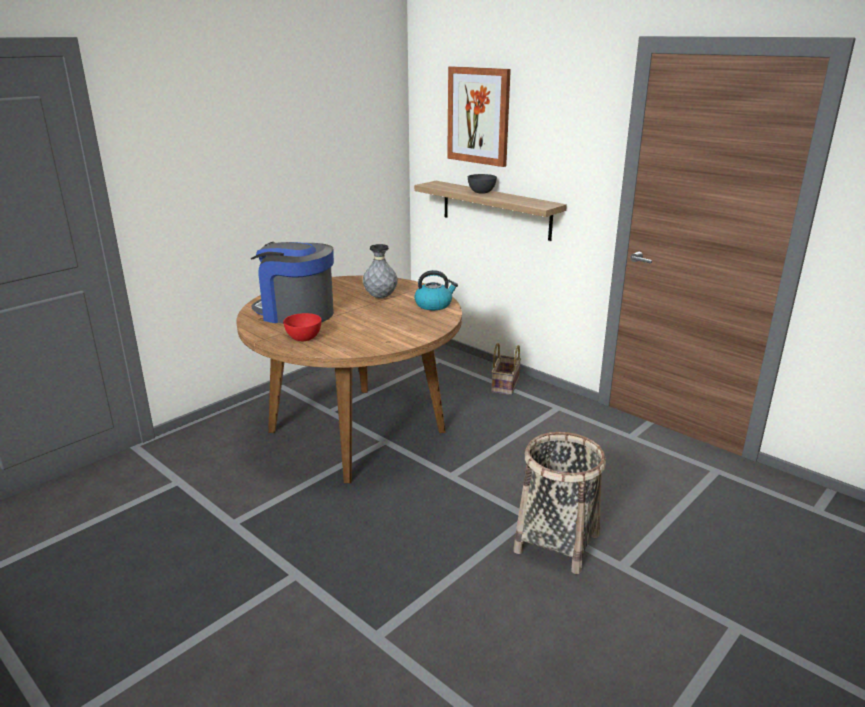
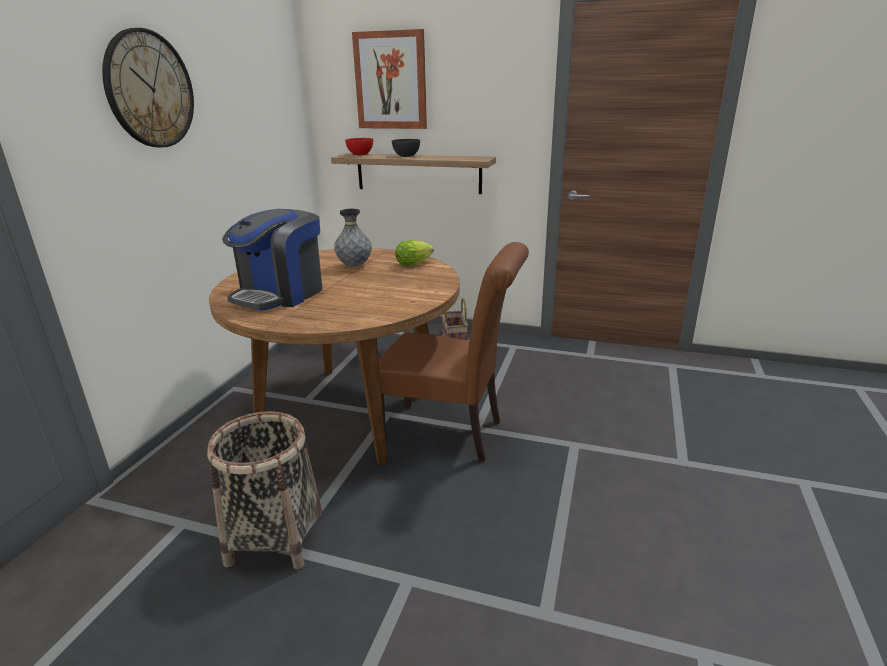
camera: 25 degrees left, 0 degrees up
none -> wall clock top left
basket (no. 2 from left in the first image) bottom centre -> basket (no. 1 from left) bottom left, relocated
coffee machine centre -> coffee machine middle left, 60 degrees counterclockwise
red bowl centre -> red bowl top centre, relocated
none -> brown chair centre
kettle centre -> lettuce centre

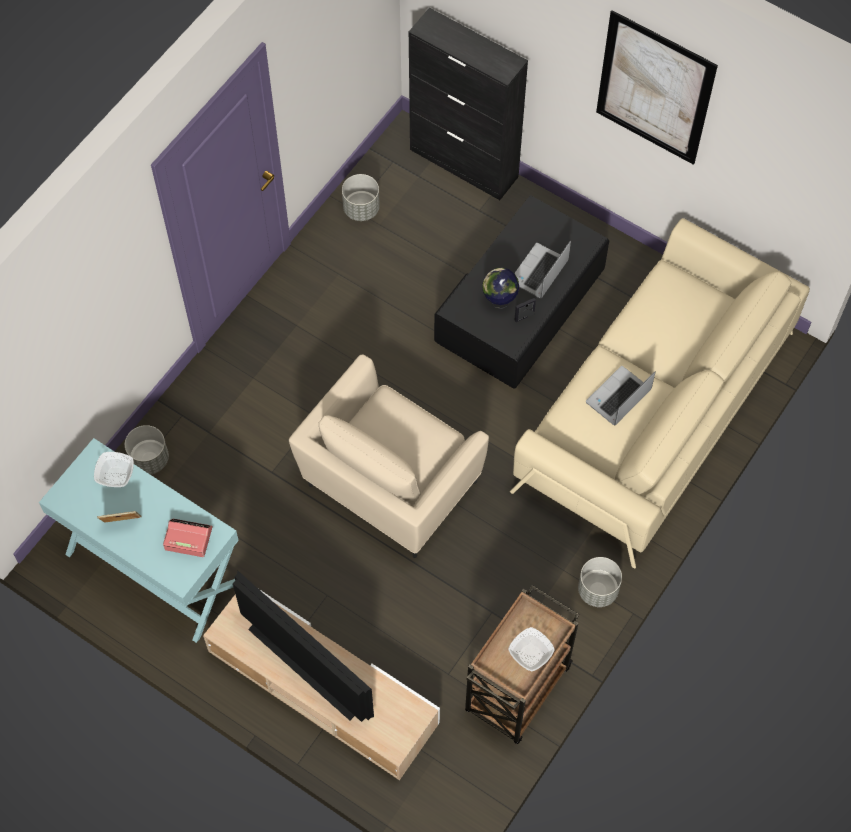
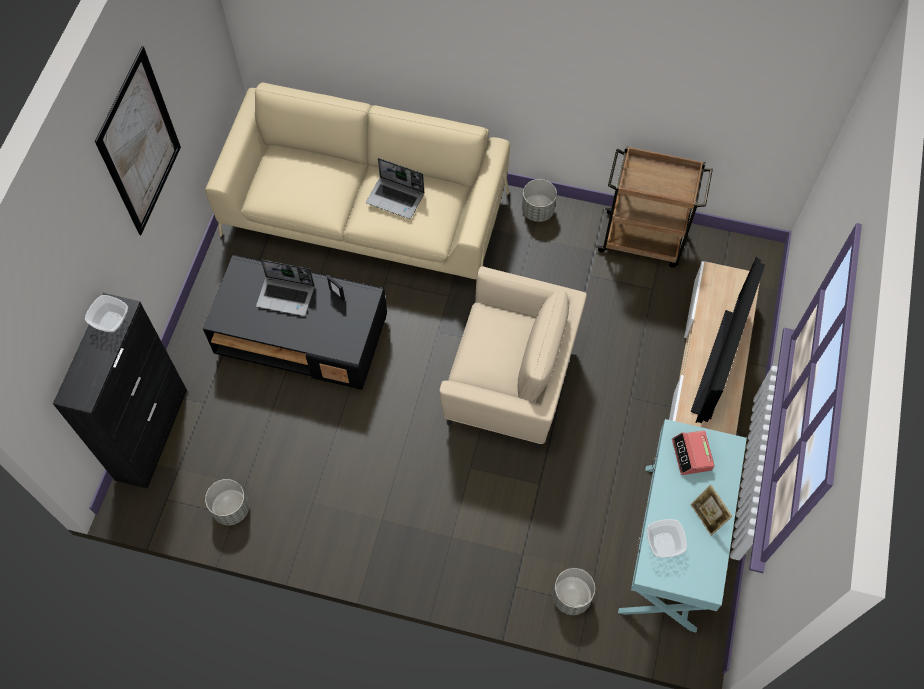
camera: 110 degrees left, 0 degrees up
bowl (no. 2 from left in the first image) bottom centre -> bowl (no. 1 from left) middle left, relocated
globe centre -> none

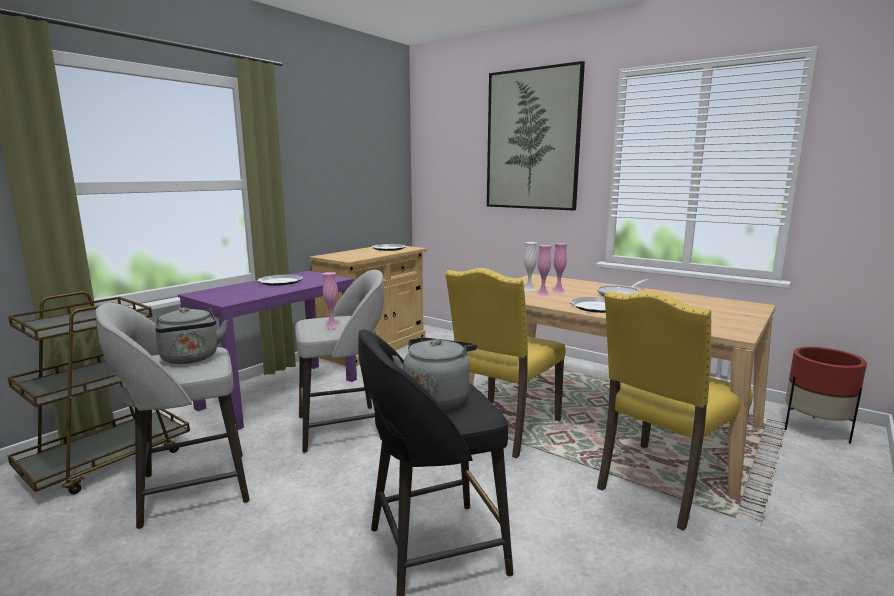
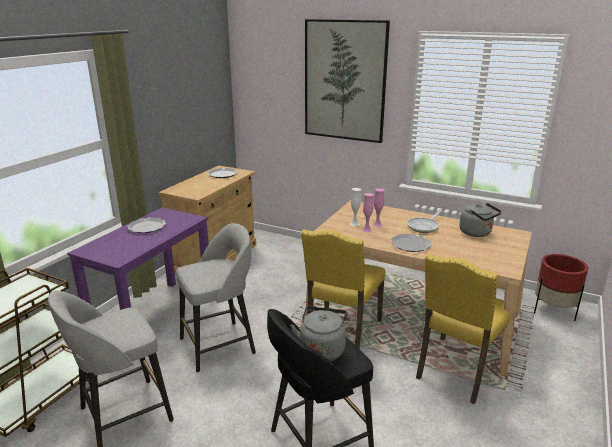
camera: 10 degrees left, 10 degrees up
grey kettle (no. 1 from left in the first image) middle left -> grey kettle (no. 2 from left) middle right, relocated
pink vase (no. 1 from left) centre -> none

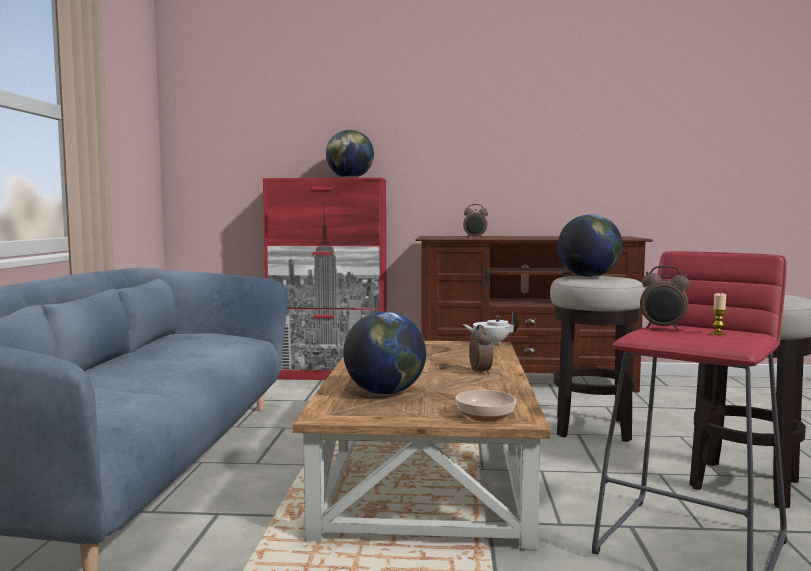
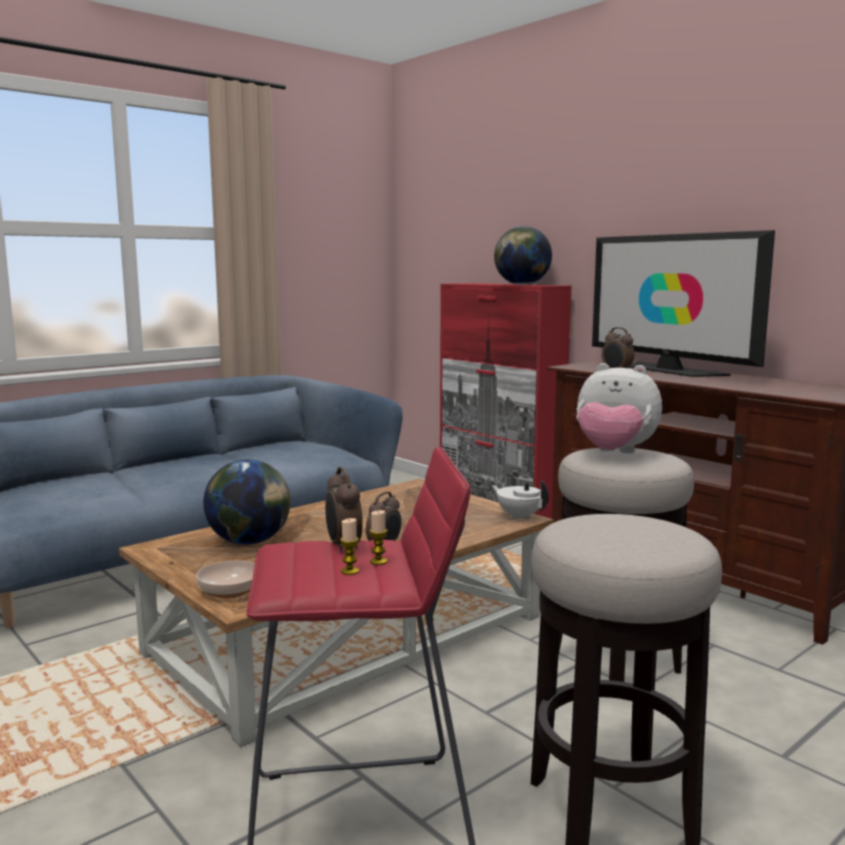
camera: 45 degrees right, 5 degrees up
none -> candle (no. 2 from left) centre
globe (no. 3 from left) middle right -> plush toy middle right
none -> television middle right

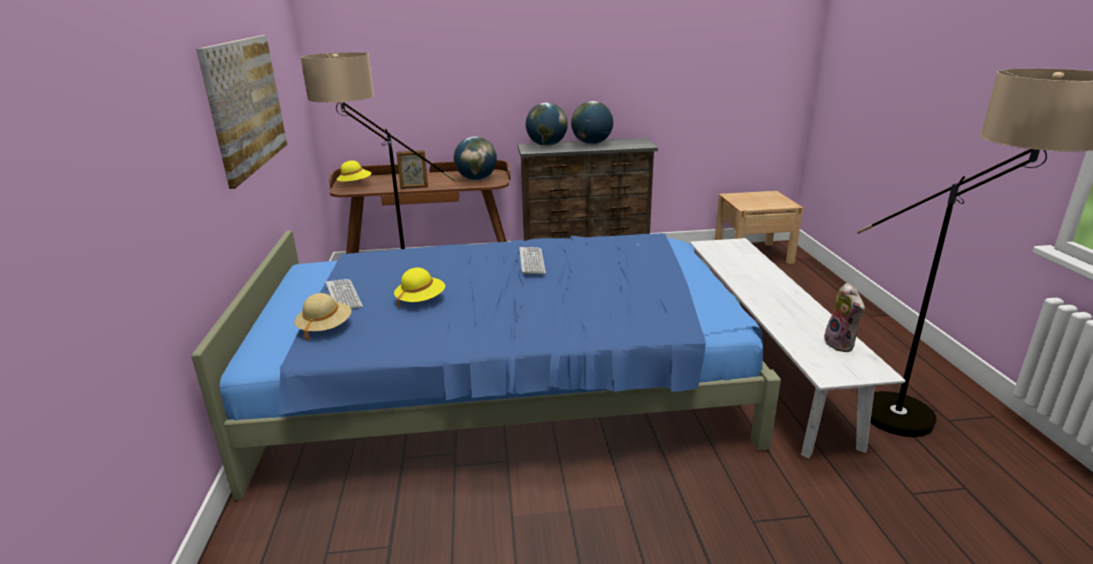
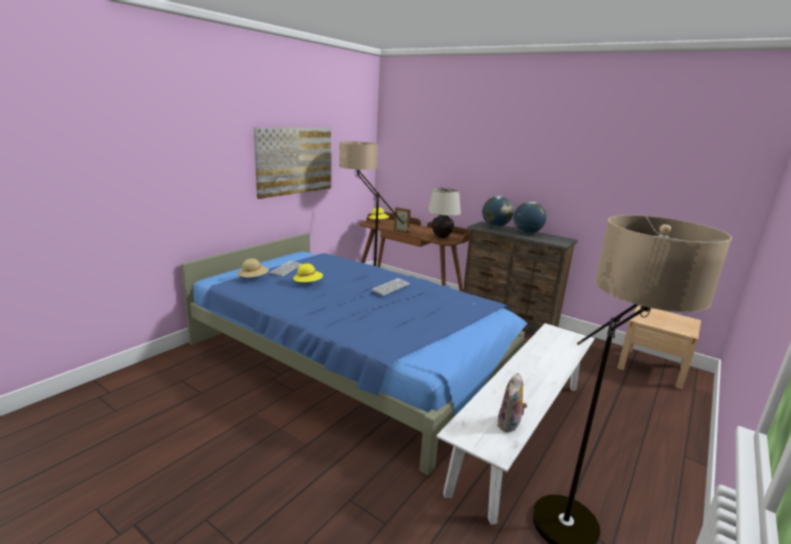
camera: 40 degrees right, 5 degrees down
globe (no. 1 from left) top centre -> beige table lamp centre

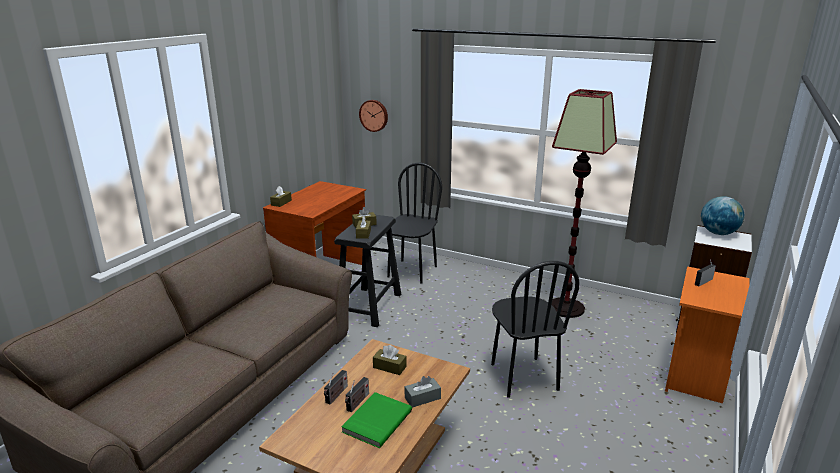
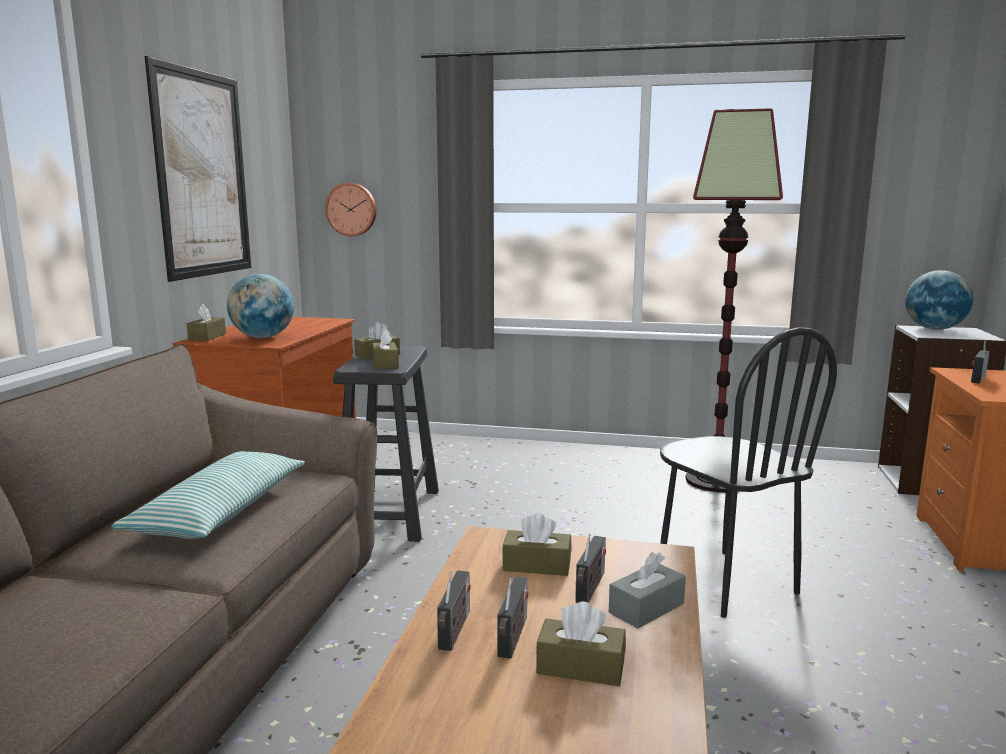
camera: 15 degrees left, 10 degrees down
none -> pillow middle left
none -> picture top left
none -> globe (no. 1 from left) middle left
green book bottom centre -> brown tissue box (no. 5 from left) bottom centre
none -> radio (no. 3 from left) bottom centre
black chair (no. 1 from left) centre -> none

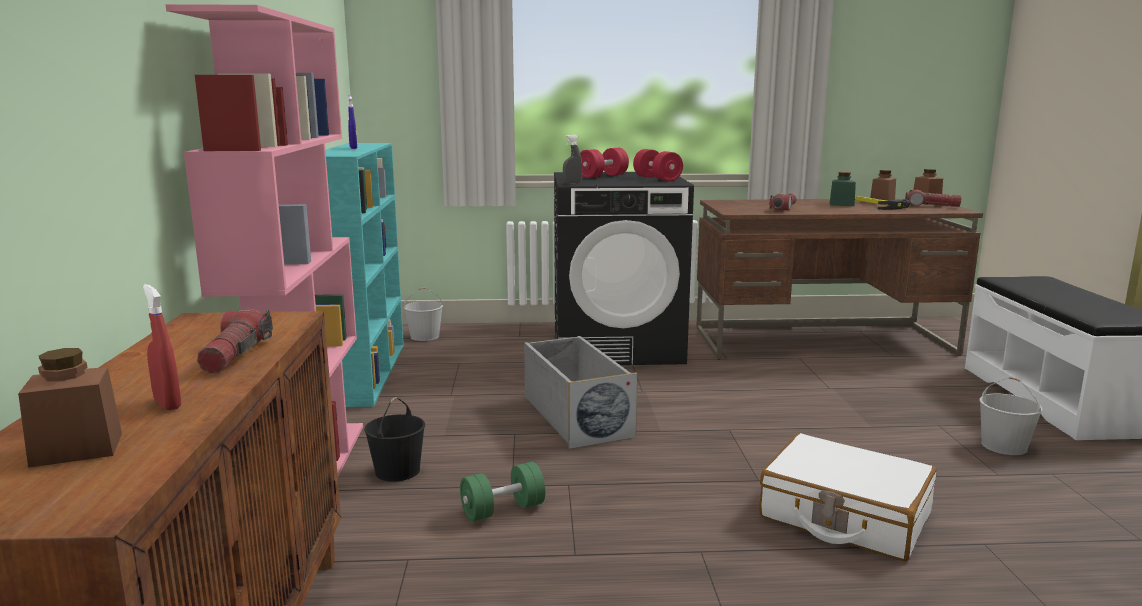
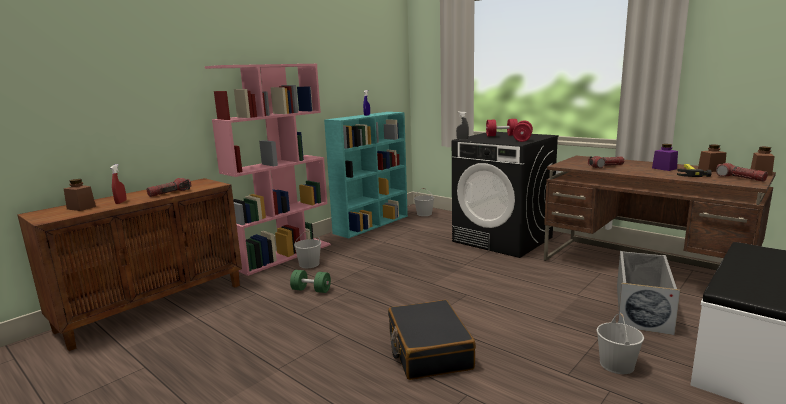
camera: 45 degrees right, 0 degrees up
black bucket bottom centre -> white bucket (no. 1 from left) centre
white suitcase bottom right -> black suitcase bottom centre
grey storage box centre -> grey storage box bottom right, relocated
green jar top right -> purple jar middle right

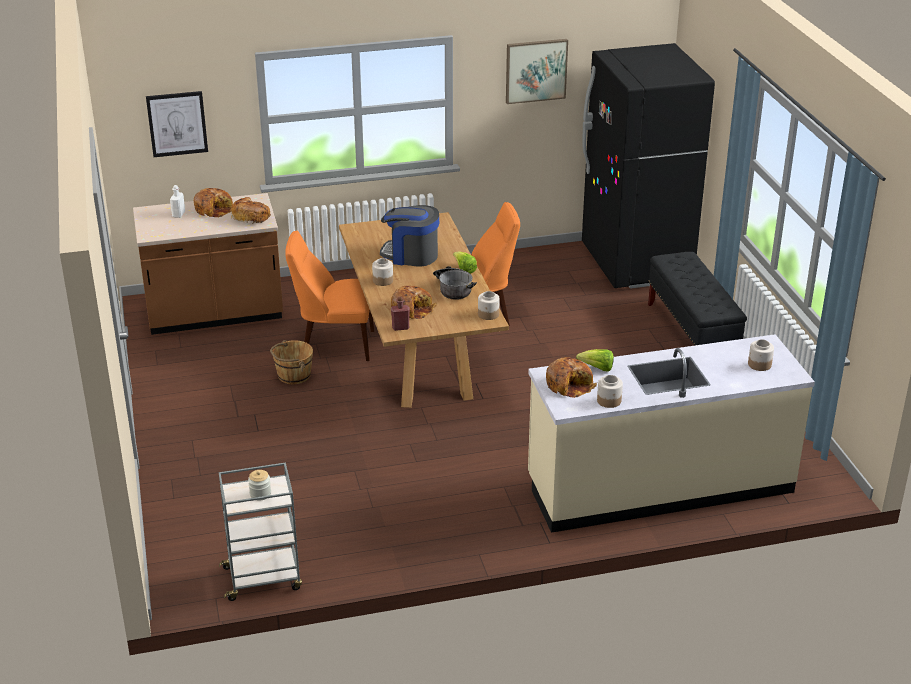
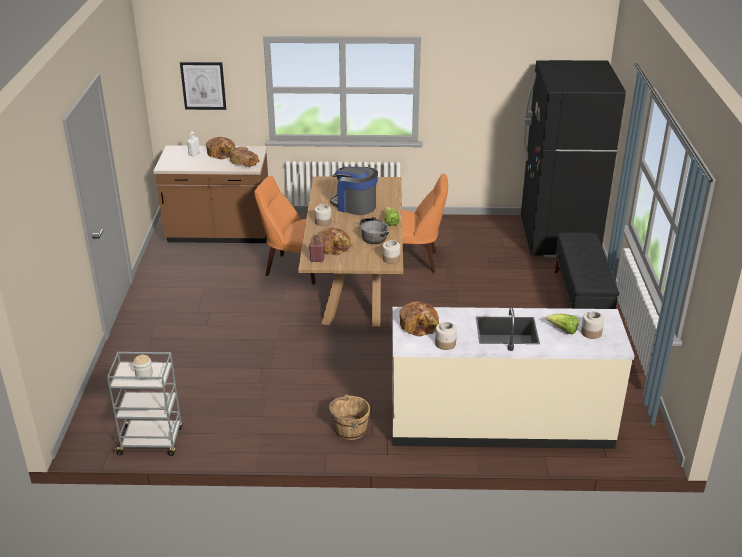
camera: 15 degrees right, 0 degrees up
brown bucket middle left -> brown bucket bottom centre, relocated
lettuce (no. 2 from left) centre -> lettuce (no. 2 from left) middle right, relocated
picture (no. 2 from left) top centre -> none

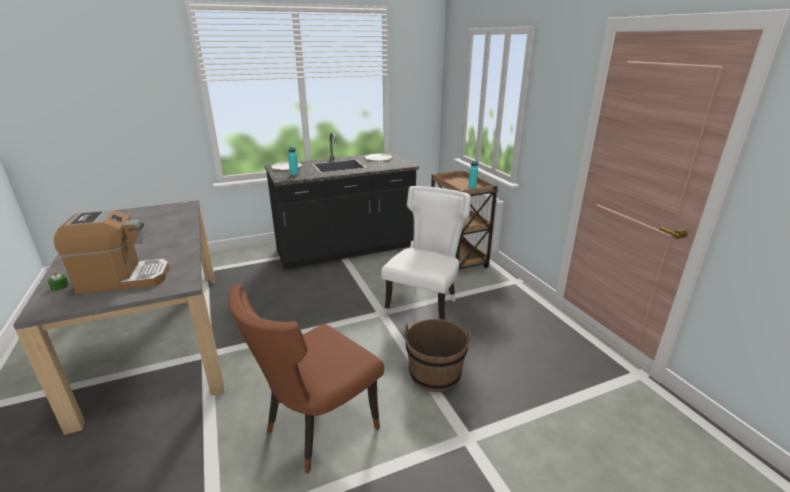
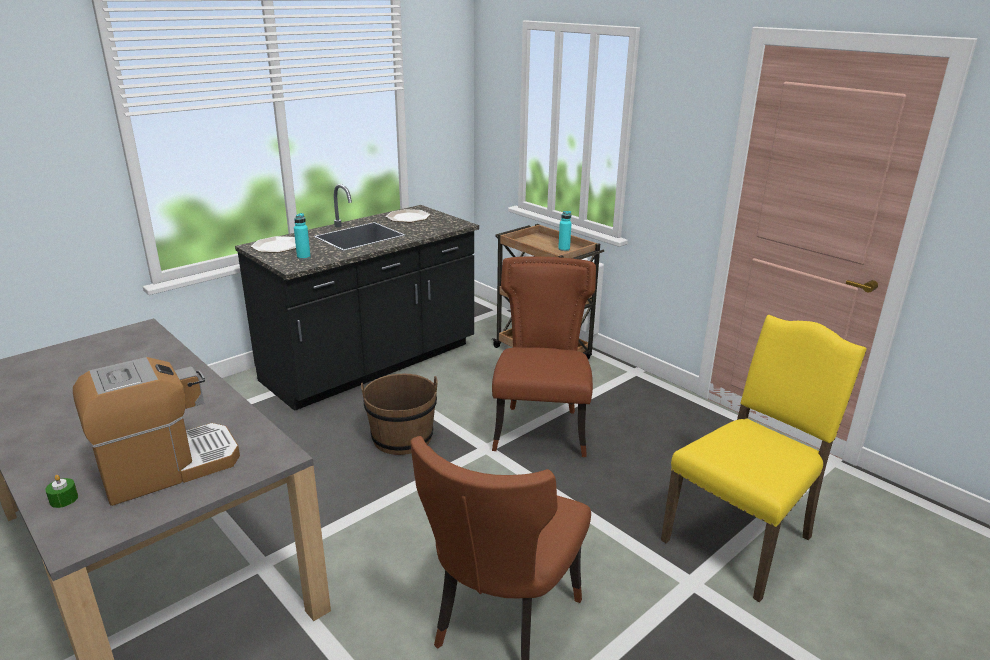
camera: 20 degrees left, 0 degrees up
brown bucket bottom centre -> brown bucket centre, relocated
white chair centre -> brown chair (no. 2 from left) centre
none -> yellow chair bottom right

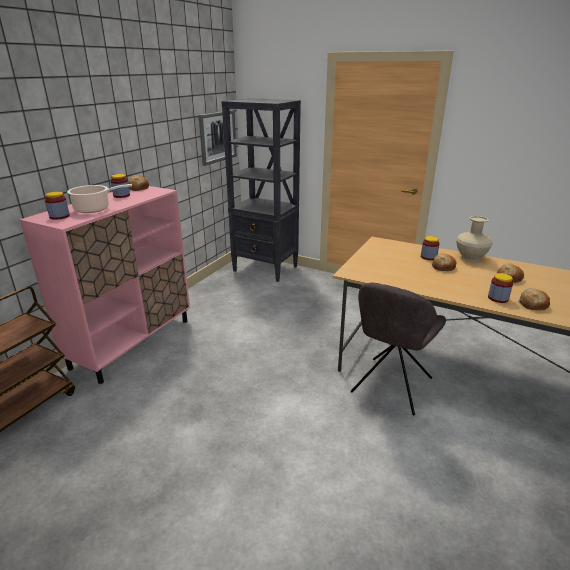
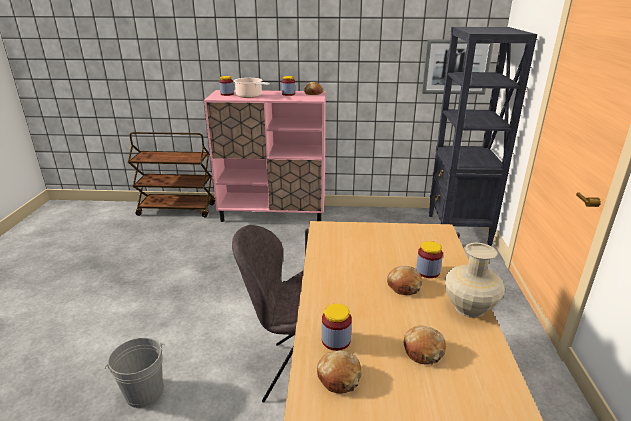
camera: 65 degrees right, 0 degrees up
none -> grey bucket bottom left

